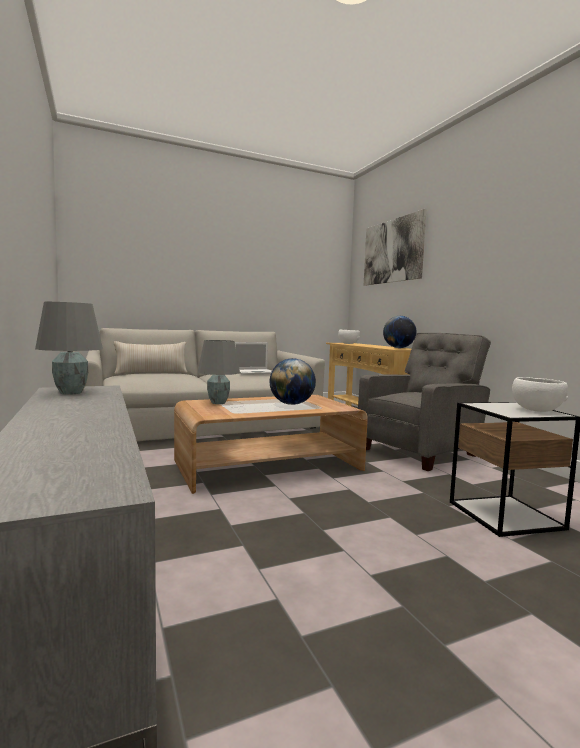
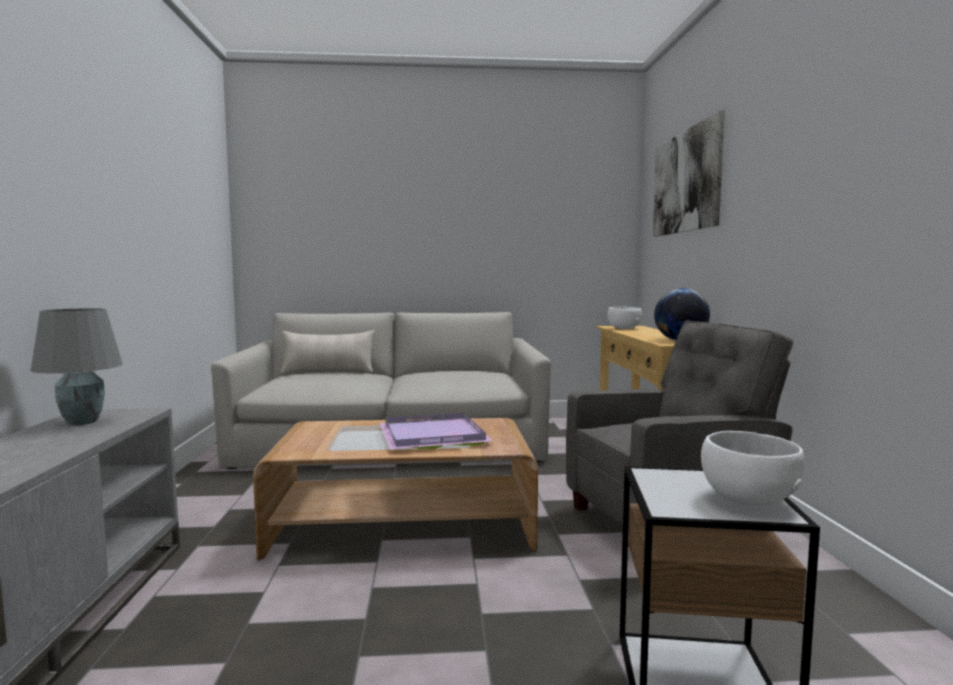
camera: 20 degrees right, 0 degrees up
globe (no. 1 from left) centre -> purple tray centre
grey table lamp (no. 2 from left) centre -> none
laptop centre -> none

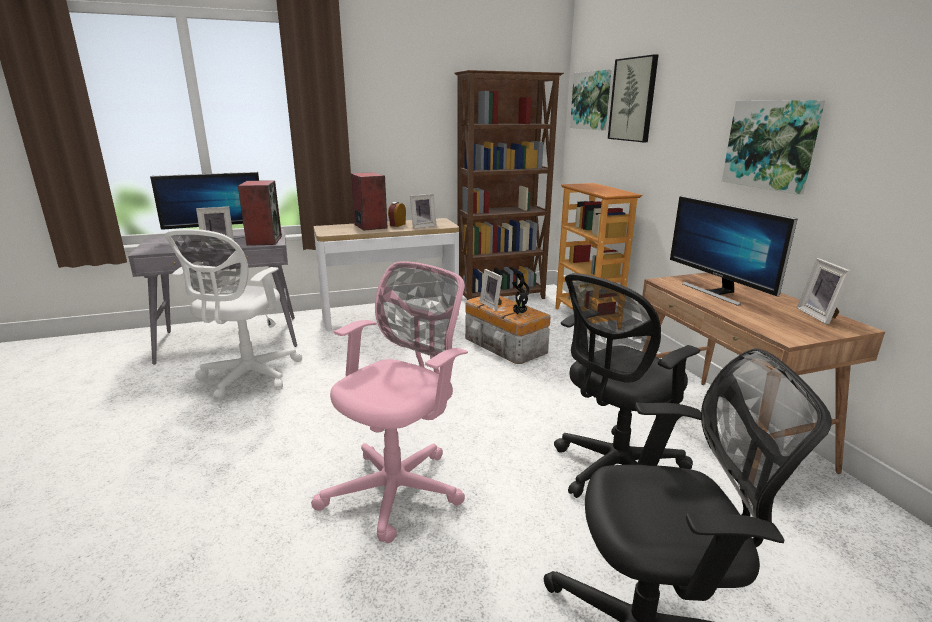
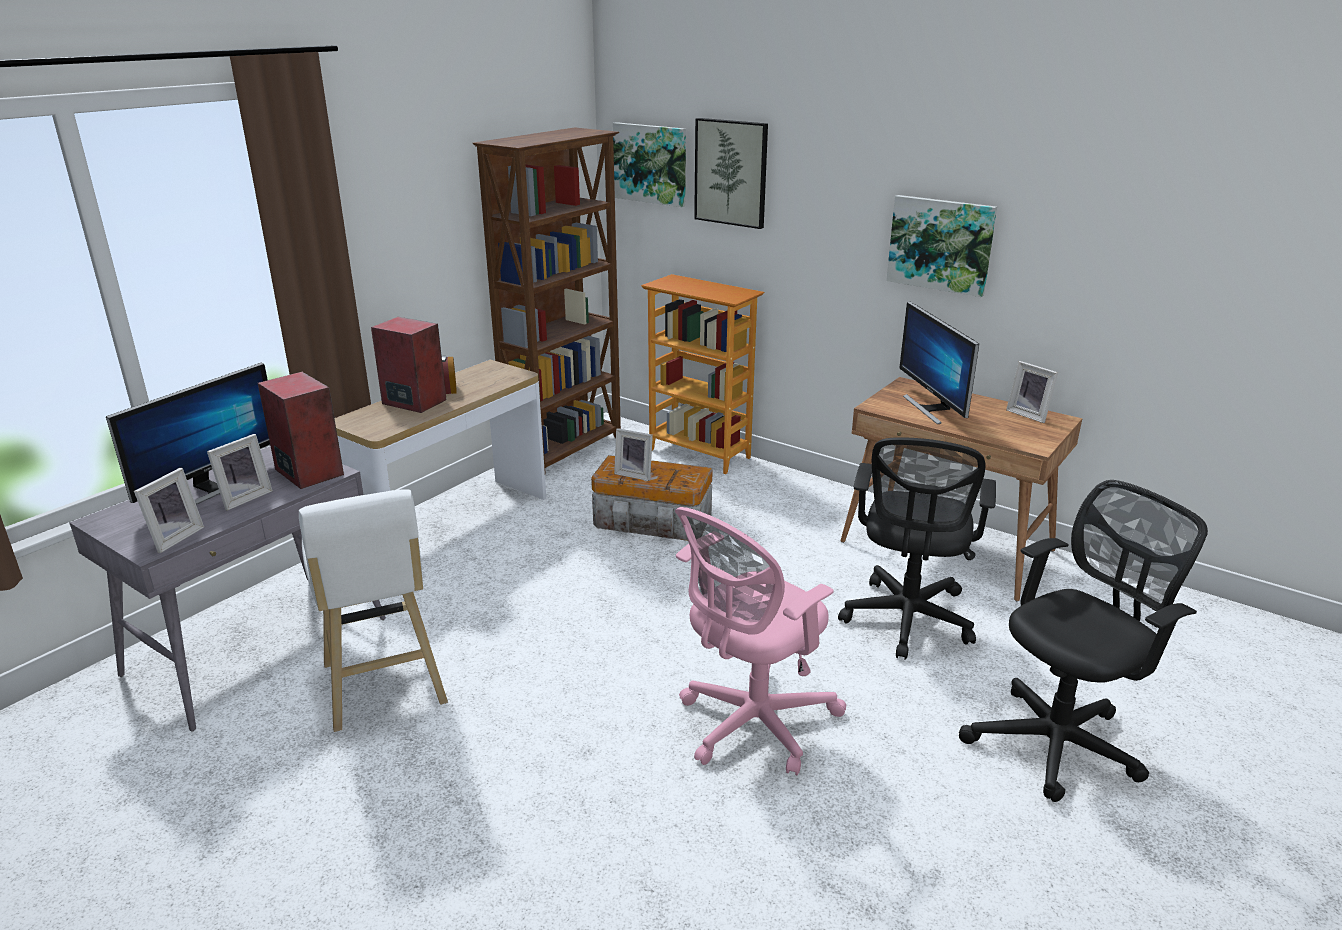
camera: 35 degrees left, 5 degrees up
picture frame (no. 2 from left in the first image) centre -> picture frame (no. 1 from left) middle left, relocated
white office chair middle left -> white stool middle left
pink office chair centre -> pink office chair bottom centre, 135 degrees counterclockwise
monitor (no. 2 from left) middle right, 45 degrees clockwise
potted plant centre -> none

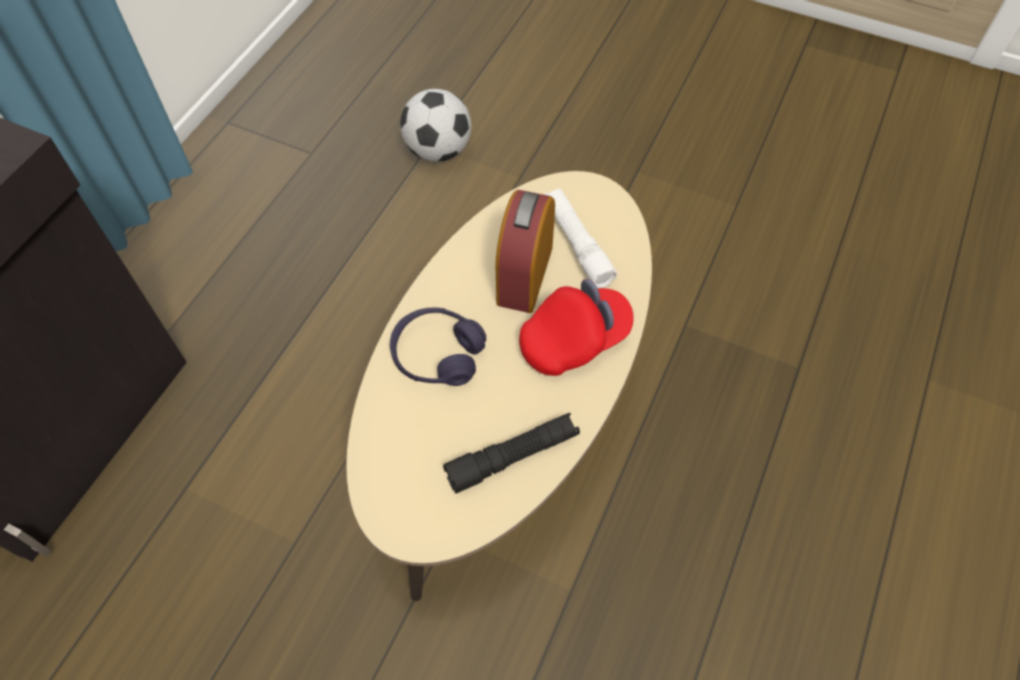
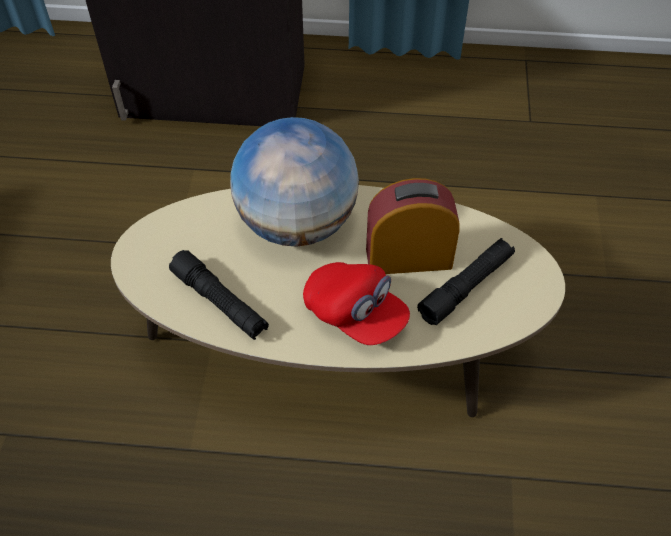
camera: 70 degrees right, 5 degrees down
purple headphones centre -> globe centre
white flashlight centre -> black flashlight (no. 2 from left) middle right
football top centre -> none

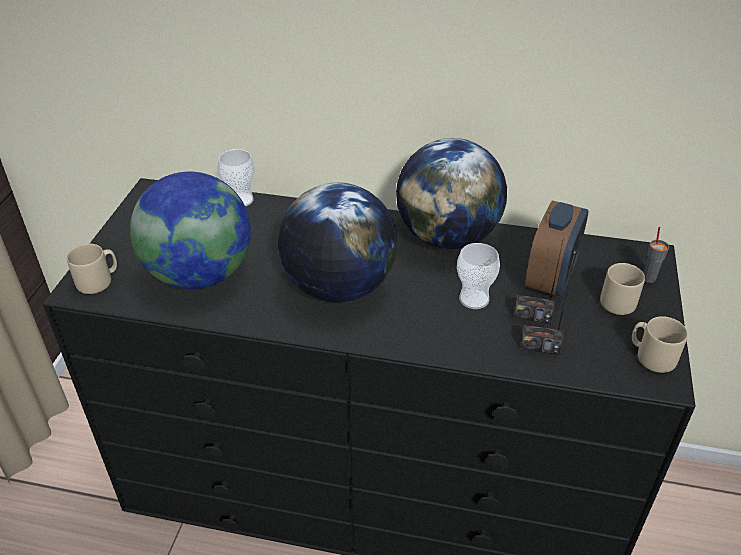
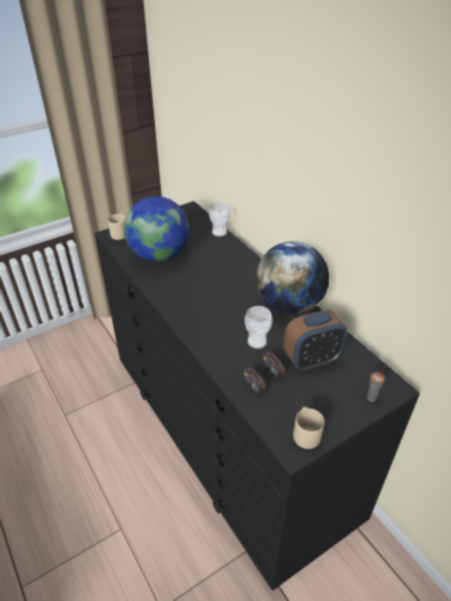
camera: 45 degrees right, 0 degrees up
globe (no. 2 from left) centre -> none
beige mug (no. 2 from left) middle right -> none

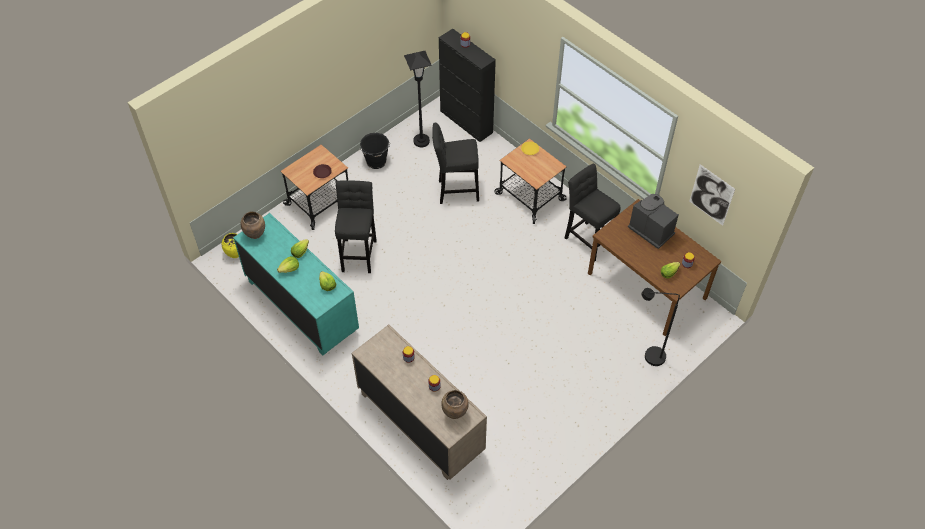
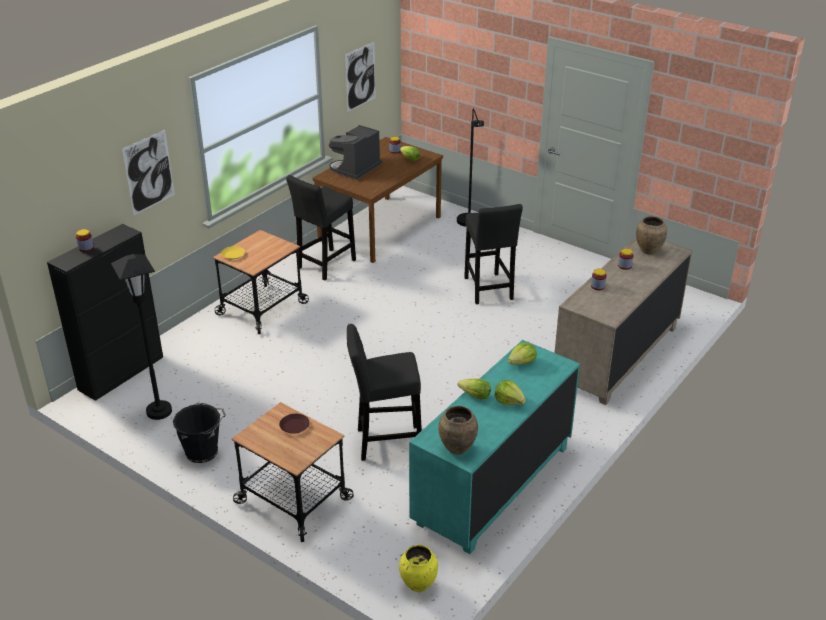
camera: 100 degrees left, 20 degrees down
none -> picture (no. 1 from left) top left
black stool (no. 2 from left in the first image) top centre -> black stool (no. 3 from left) centre, relocated

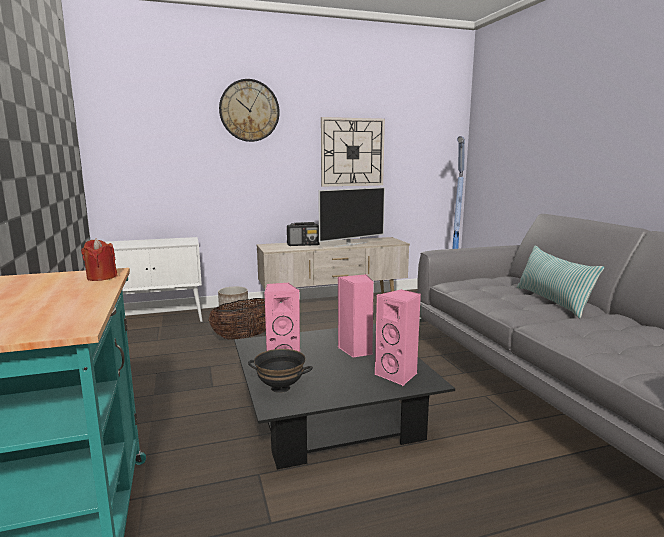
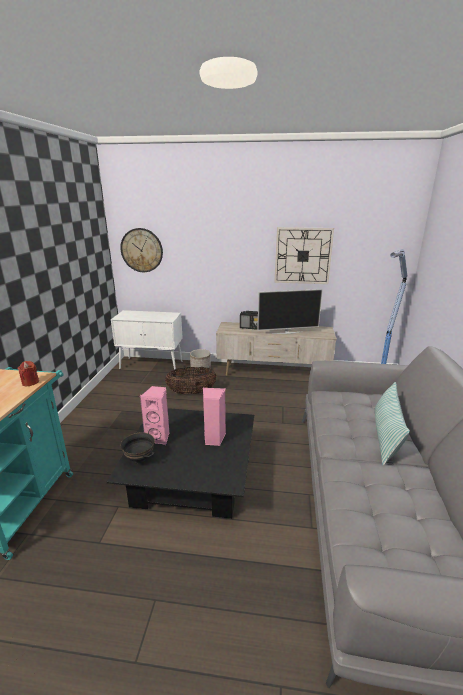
camera: 25 degrees right, 10 degrees up
wall clock (no. 1 from left) top centre -> wall clock (no. 1 from left) middle left, relocated
pink speaker (no. 3 from left) centre -> none

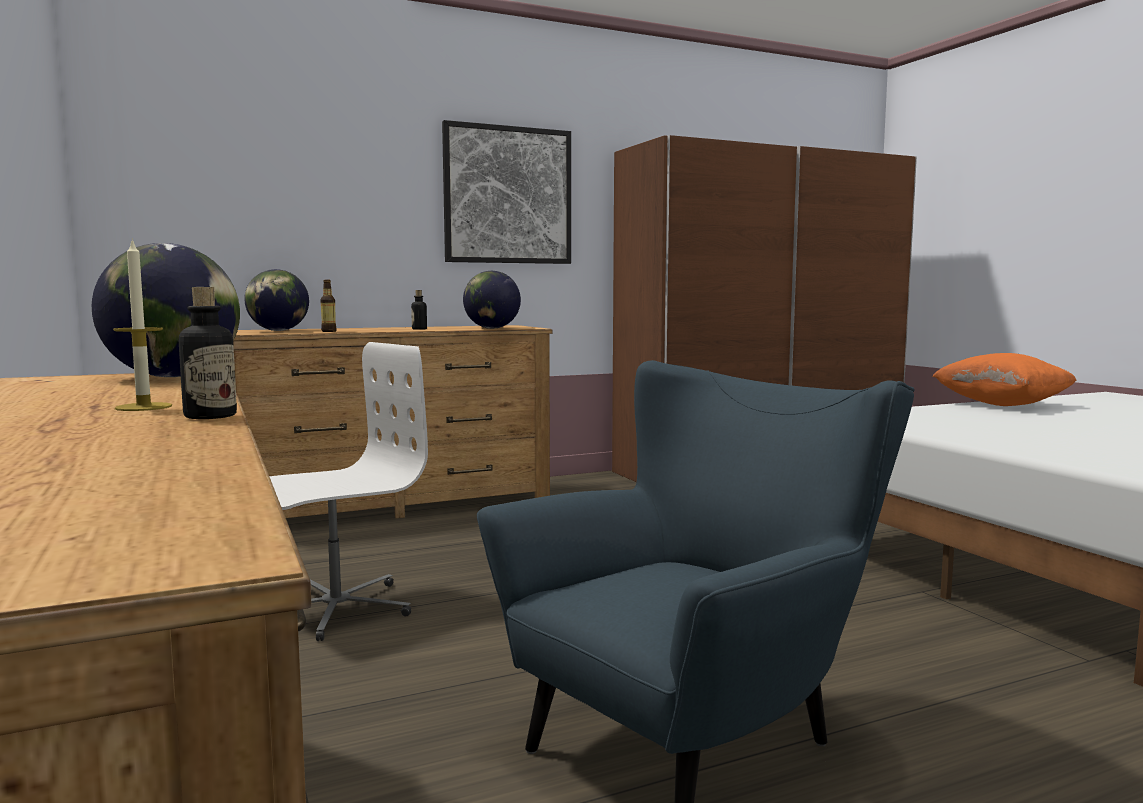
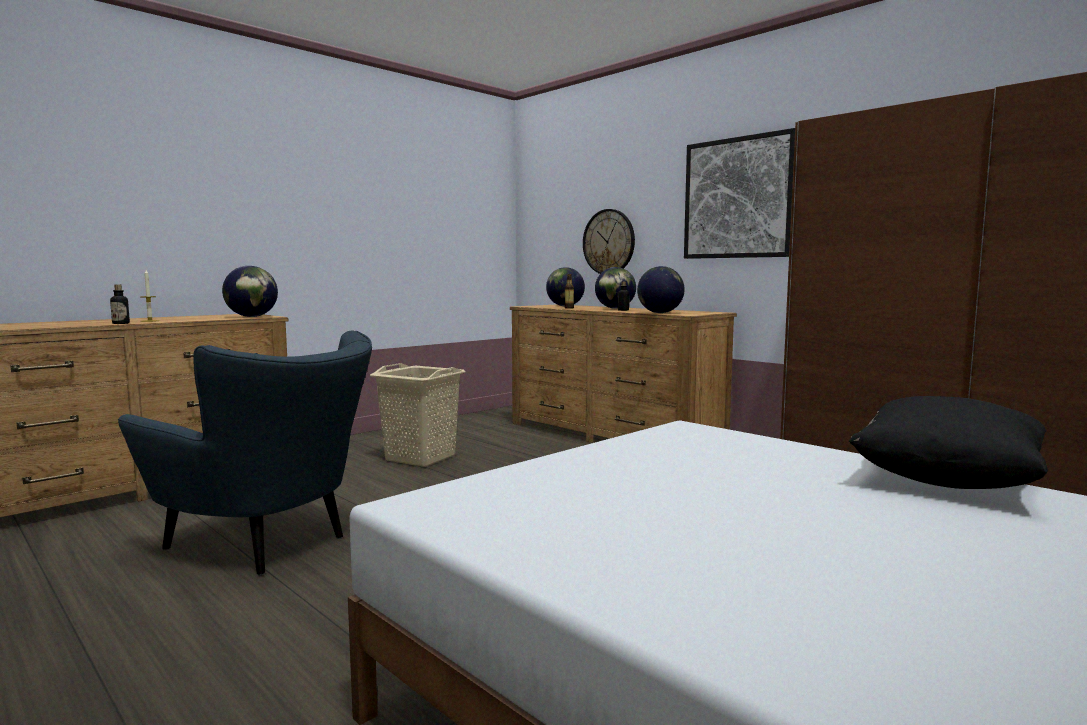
camera: 70 degrees right, 0 degrees up
white office chair middle left -> beige laundry basket centre
none -> wall clock top centre
none -> globe (no. 3 from left) centre
orange pillow middle right -> black pillow middle right

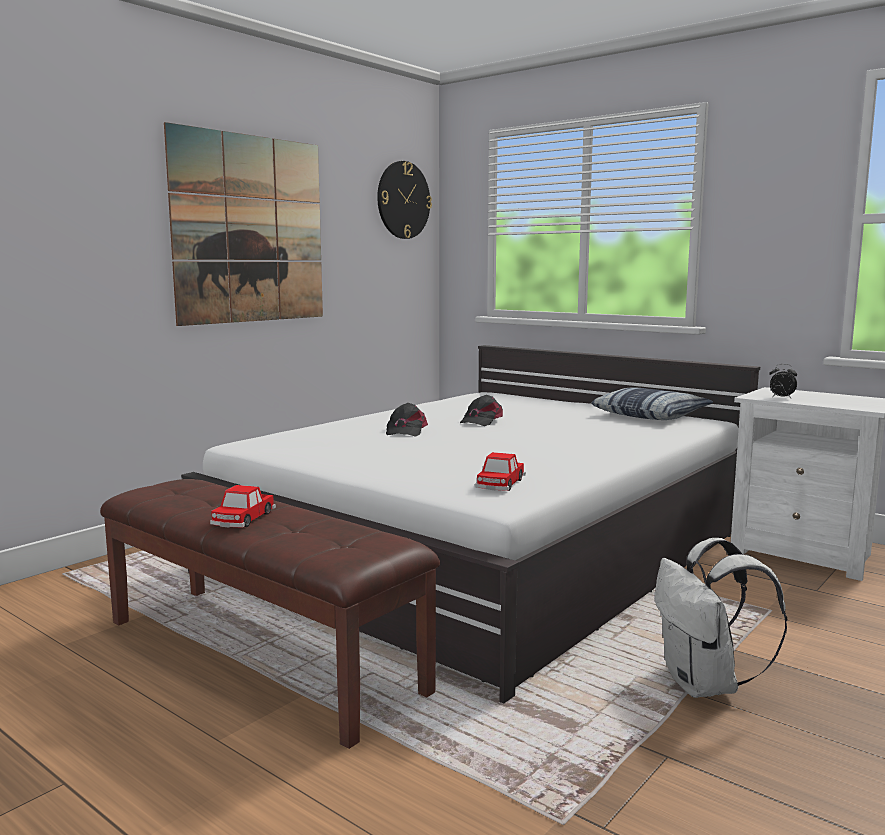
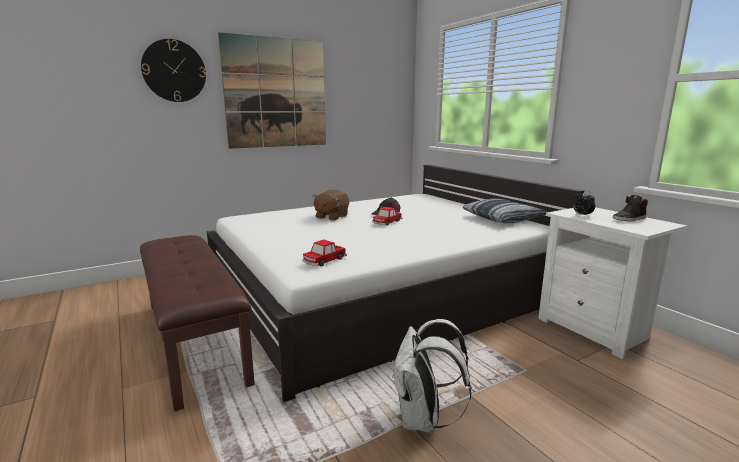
camera: 20 degrees right, 5 degrees up
wall clock top centre -> wall clock top left, relocated
black cap (no. 1 from left) centre -> brown plush toy centre
toy car (no. 1 from left in the first image) middle left -> toy car (no. 2 from left) centre, relocated
none -> black shoe middle right

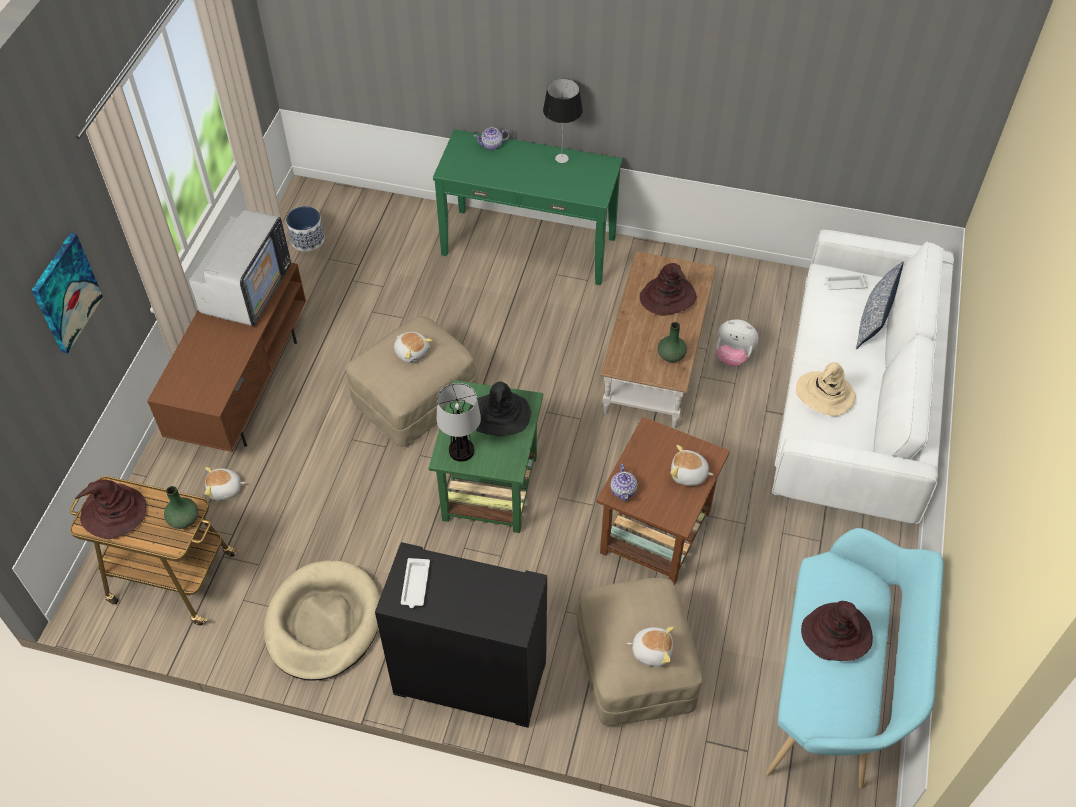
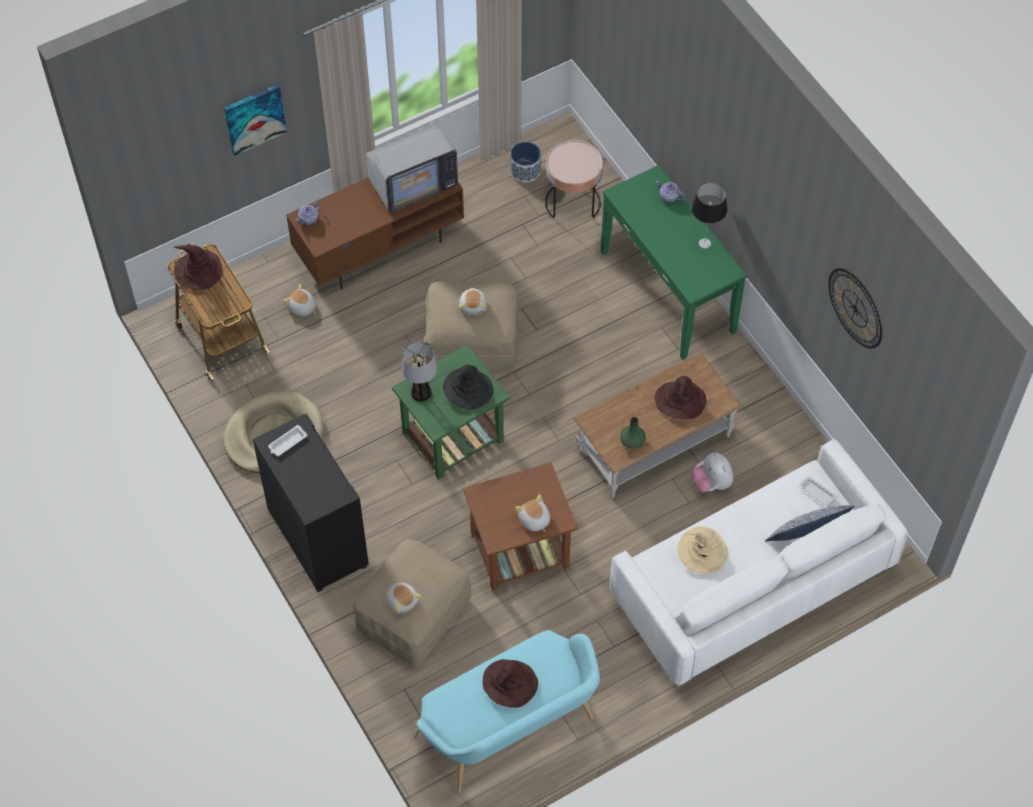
camera: 45 degrees right, 5 degrees up
teapot (no. 2 from left in the first image) centre -> teapot (no. 1 from left) top left, relocated
none -> pink side table top centre
none -> wall clock middle right
green vase (no. 1 from left) middle left -> none

